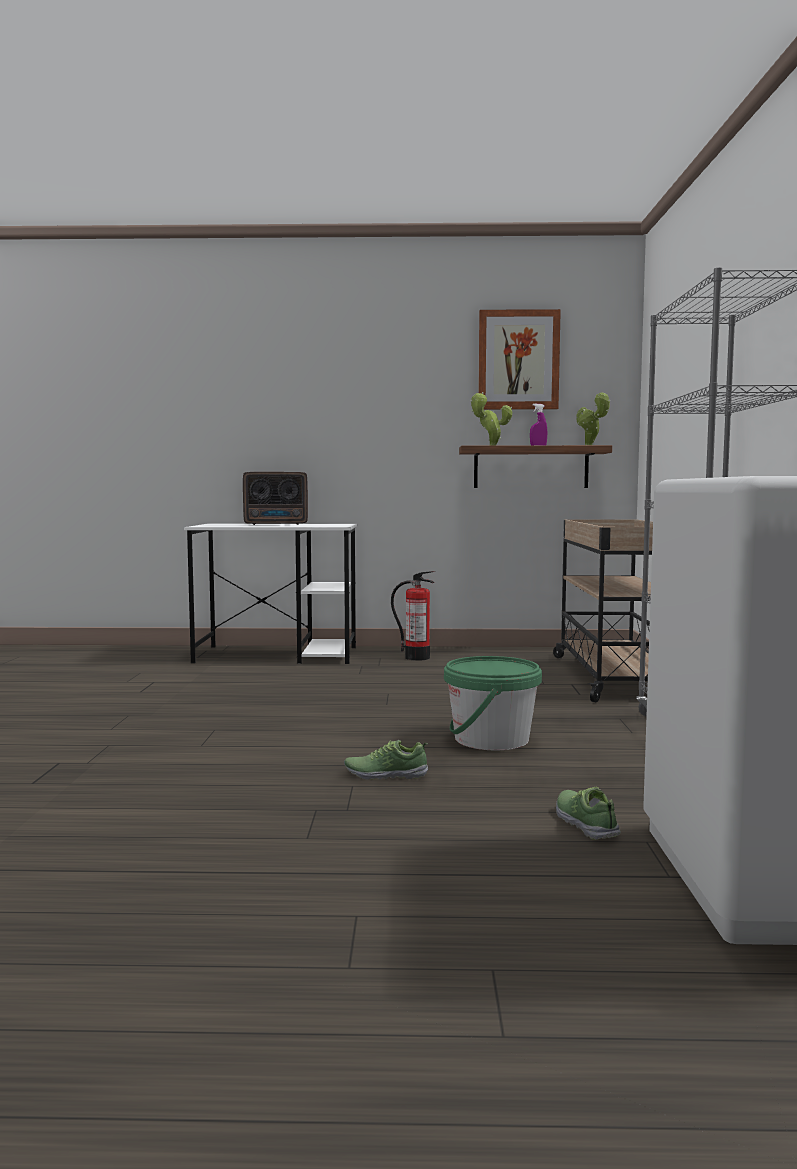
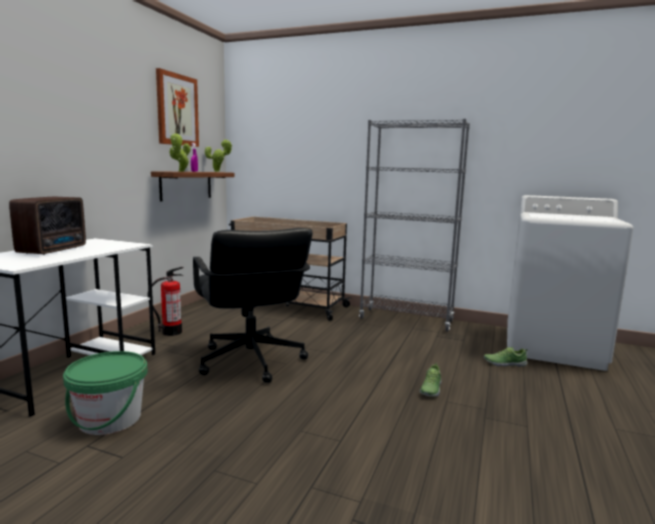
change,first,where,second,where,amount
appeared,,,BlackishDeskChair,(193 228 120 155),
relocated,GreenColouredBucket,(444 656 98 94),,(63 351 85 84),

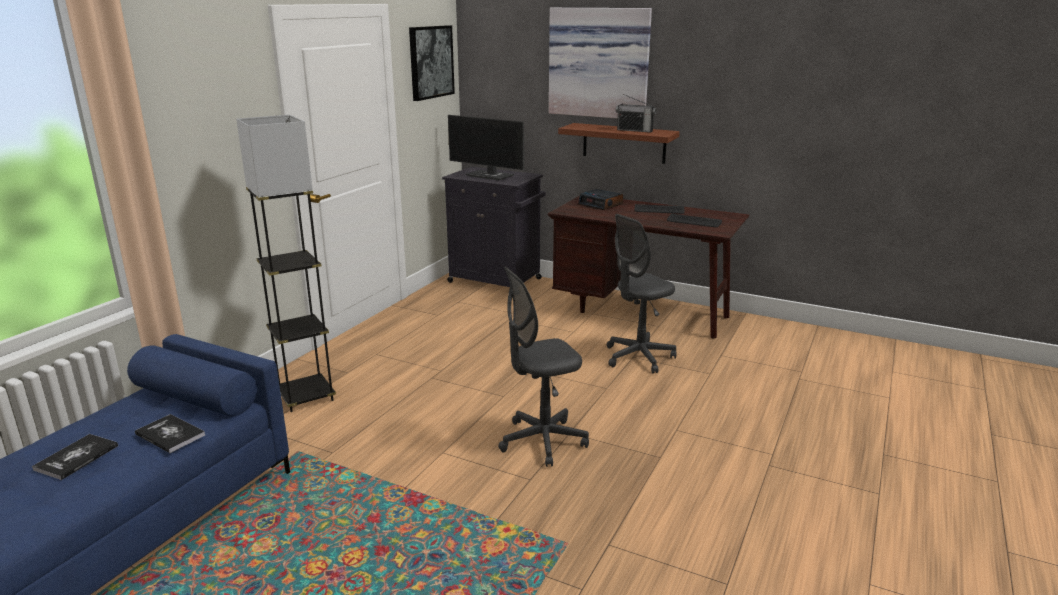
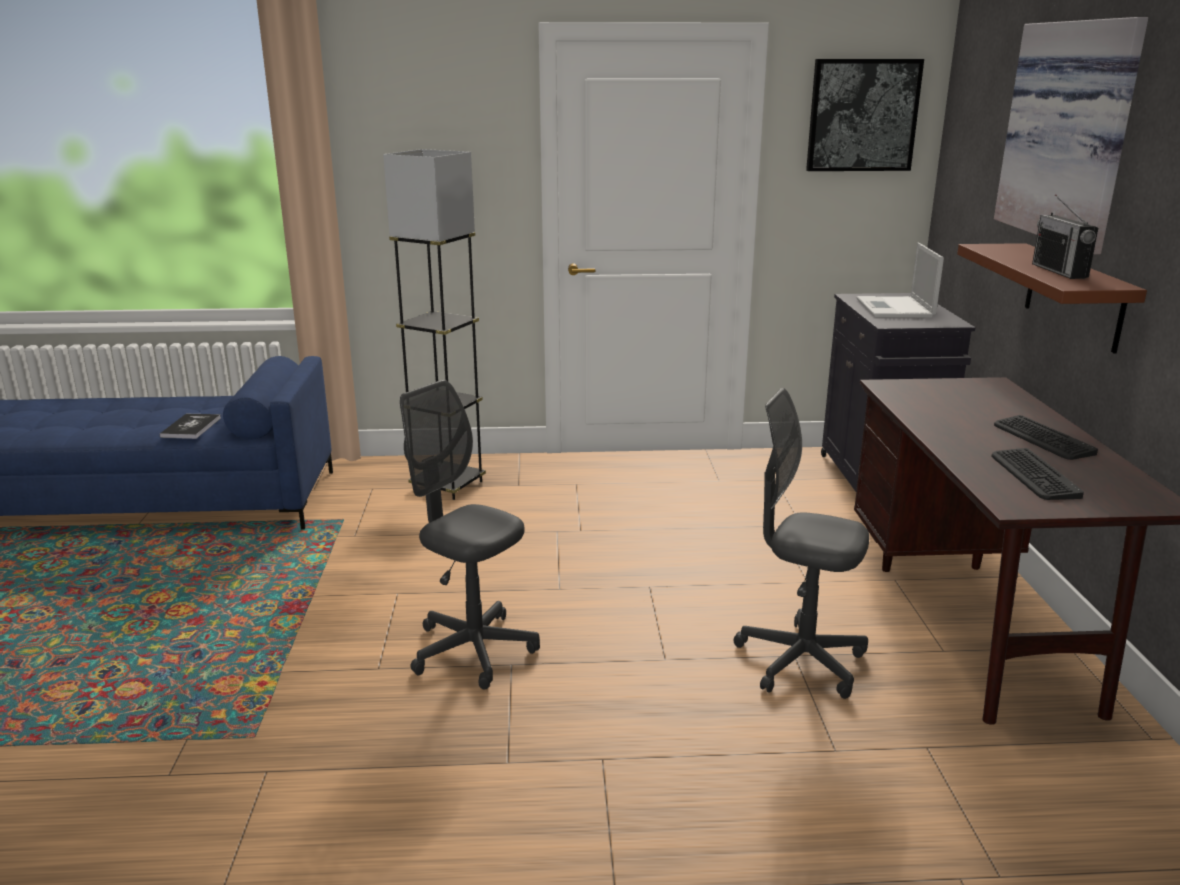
change,first,where,second,where,amount
missing,Volume,(32 434 86 46),,,
missing,BedsideClock,(578 189 45 21),,,
exchanged,ComputerScreen,(448 115 76 66),Laptop,(856 243 88 75),

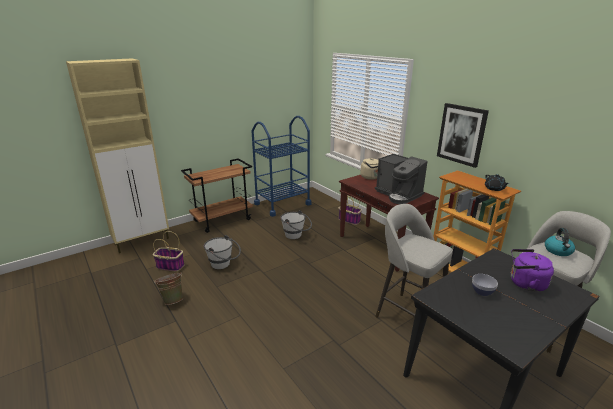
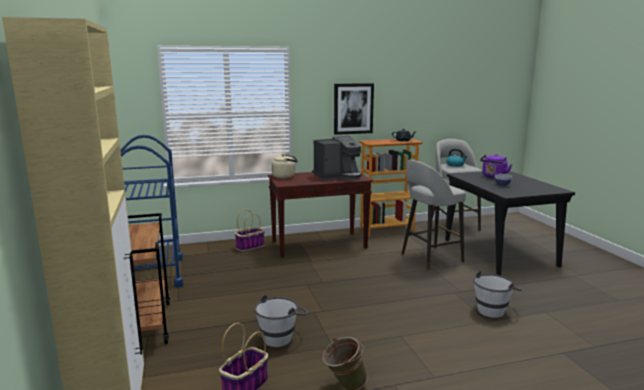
change,first,where,second,where,amount
relocated,WhiteColouredBucket,(280 210 32 29),,(473 271 49 47),

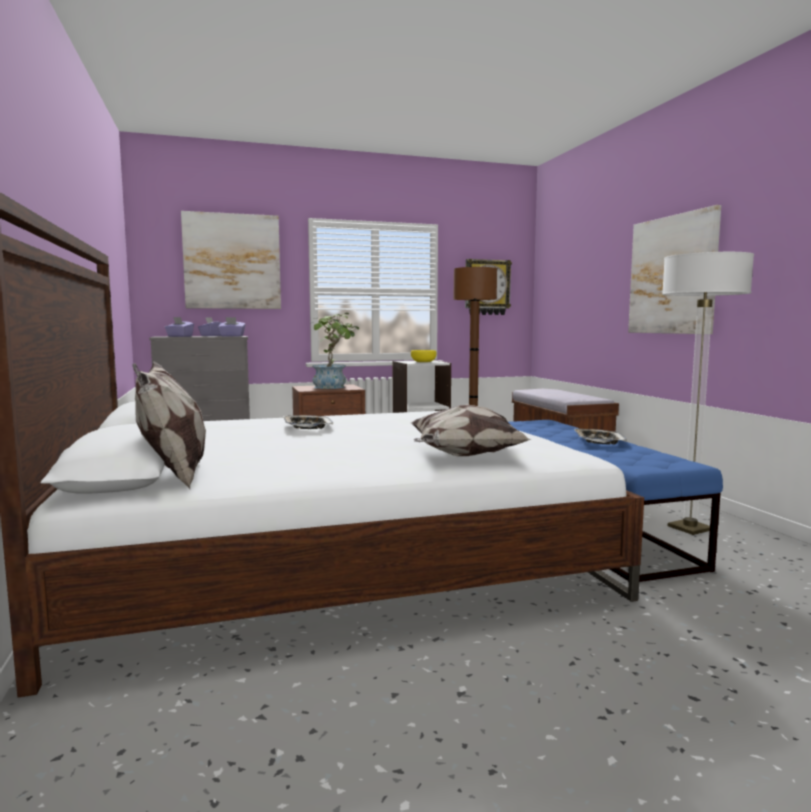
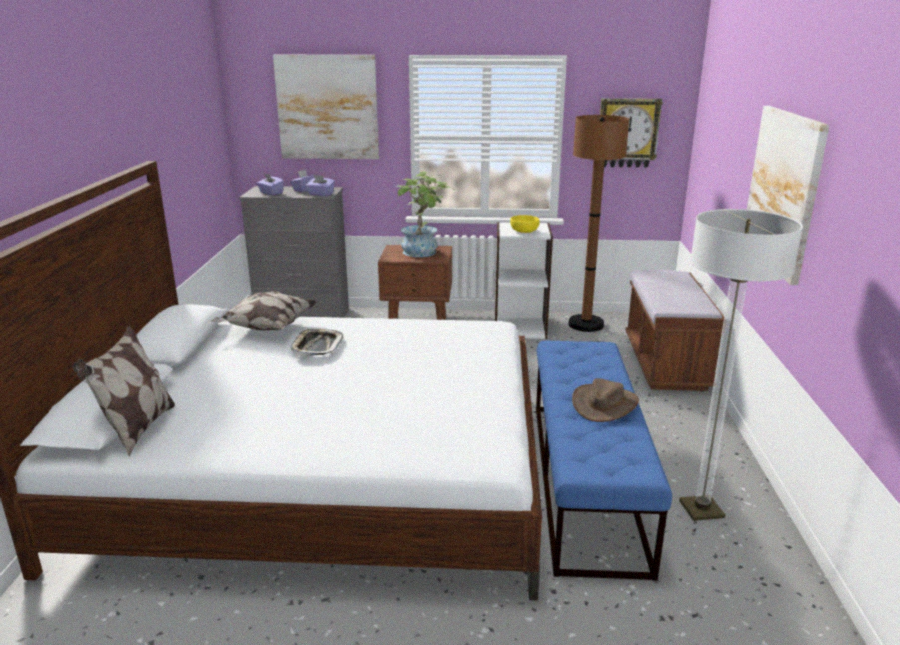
change,first,where,second,where,amount
relocated,Cushion,(411 404 120 52),,(211 291 106 39),
exchanged,Tray,(574 429 53 16),BrownishHat,(572 378 67 44),

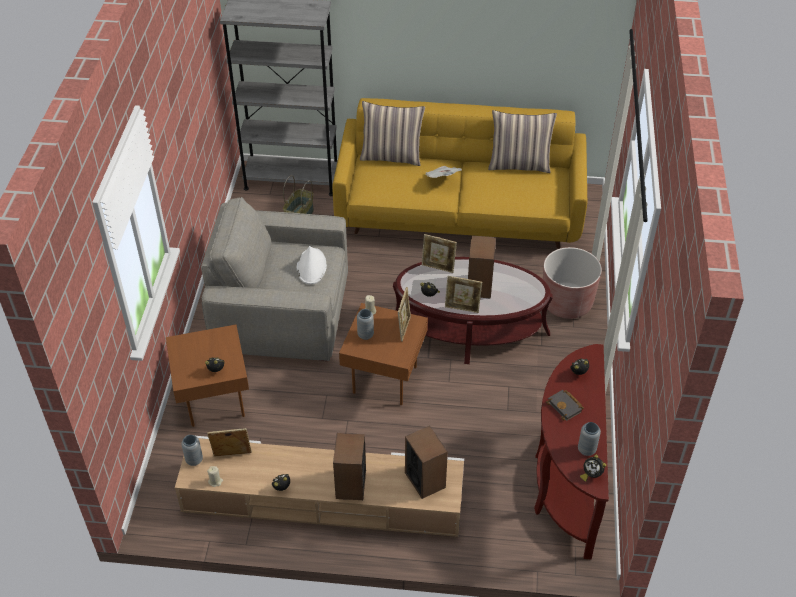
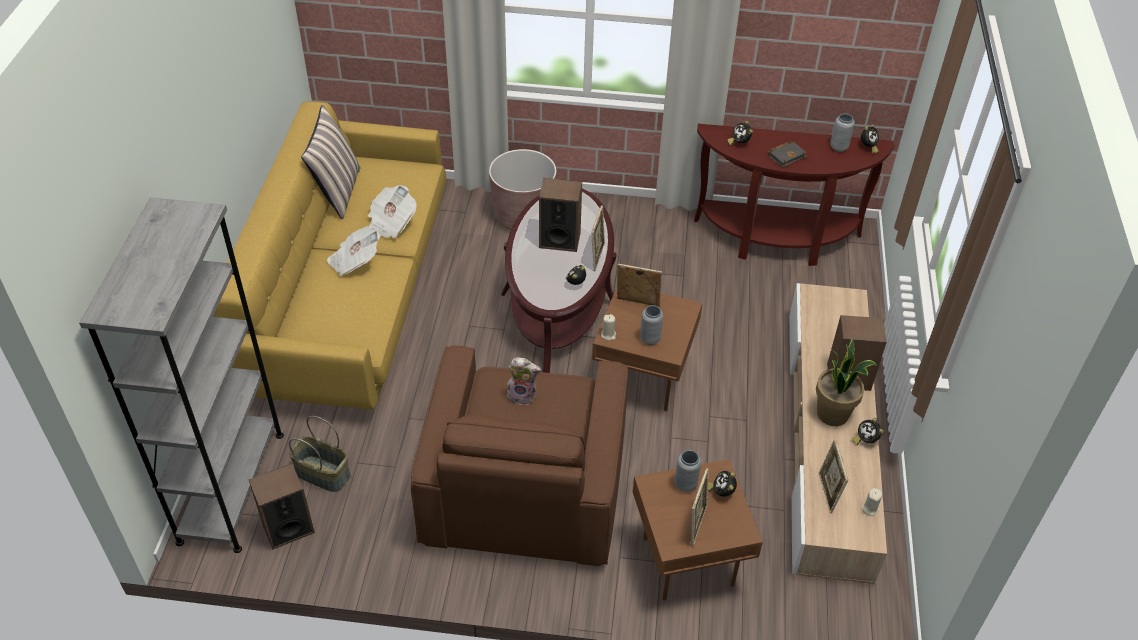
change,first,where,second,where,amount
missing,Cushion,(360 101 65 65),,,
appeared,,,PrintedPaper,(368 185 49 53),
appeared,,,Houseplant,(816 338 61 88),
relocated,GrayDecorativeVase,(181 435 22 31),,(675 450 26 42),
relocated,Speaker,(405 426 43 73),,(249 464 66 86),
relocated,PictureFrame,(422 234 35 39),,(691 468 18 79),
exchanged,WhiteColouredHat,(297 246 30 39),CuddlyToy,(507 357 34 48),
colour,GrayArmchair,(201 197 147 164),BrownishArmchair,(411 345 217 221),

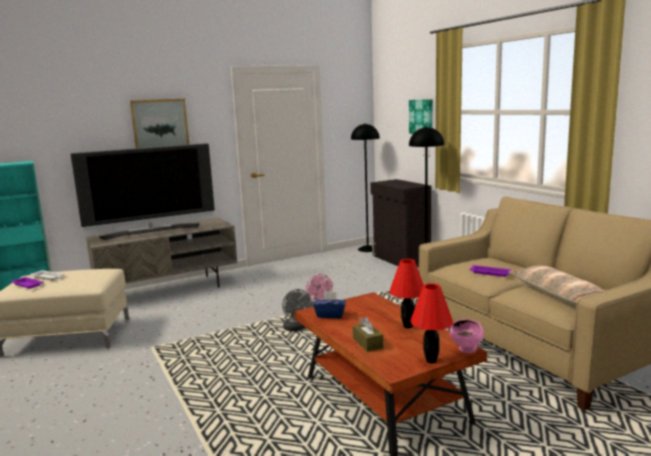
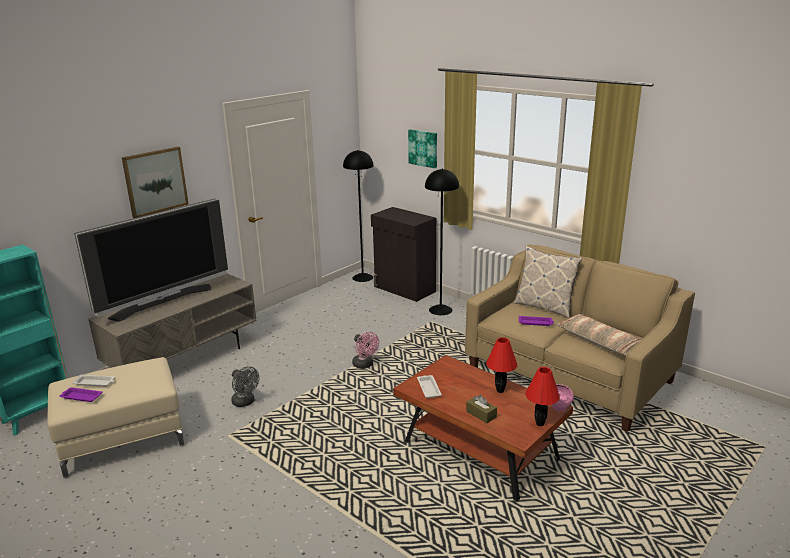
change,first,where,second,where,amount
appeared,,,Cushion,(513 246 69 72),
relocated,GrayFan,(282 289 29 42),,(231 366 28 41),
exchanged,BluishTissueBox,(313 292 33 27),WhiteColouredTray,(417 375 25 23),

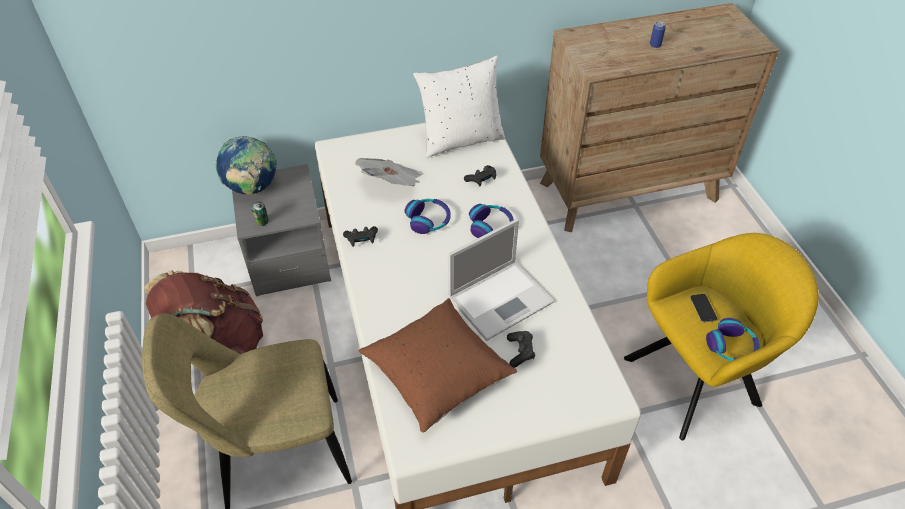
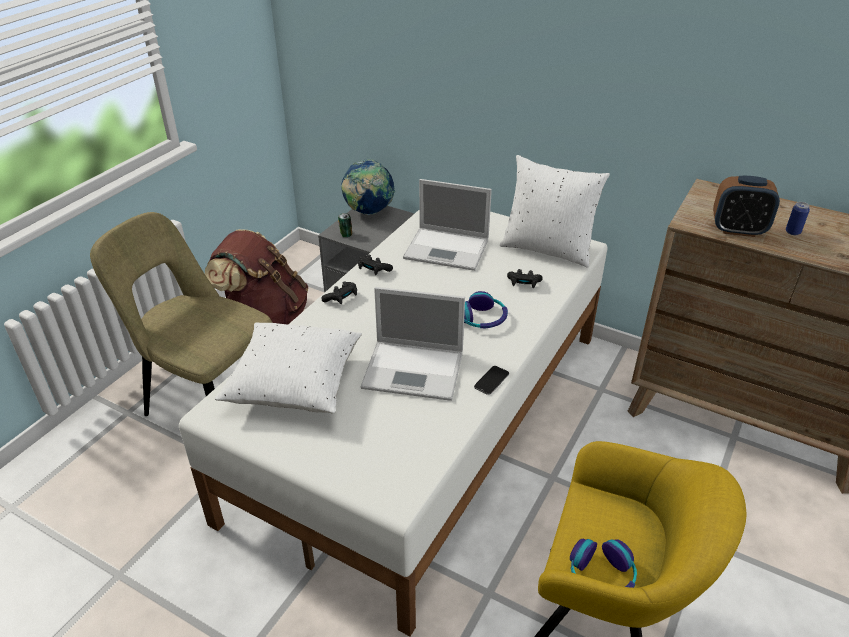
change,first,where,second,where,amount
missing,Headphones,(404 199 47 35),,,
appeared,,,BedsideClock,(713 176 67 61),
relocated,BlackishGameController,(507 331 28 37),,(321 281 36 23),
relocated,Handset,(690 294 27 29),,(474 366 35 29),
exchanged,PrintedPaper,(355 158 68 28),Laptop,(403 179 89 92),
colour,BrownishCushion,(359 298 158 135),WhiteColouredCushion,(215 322 147 92),

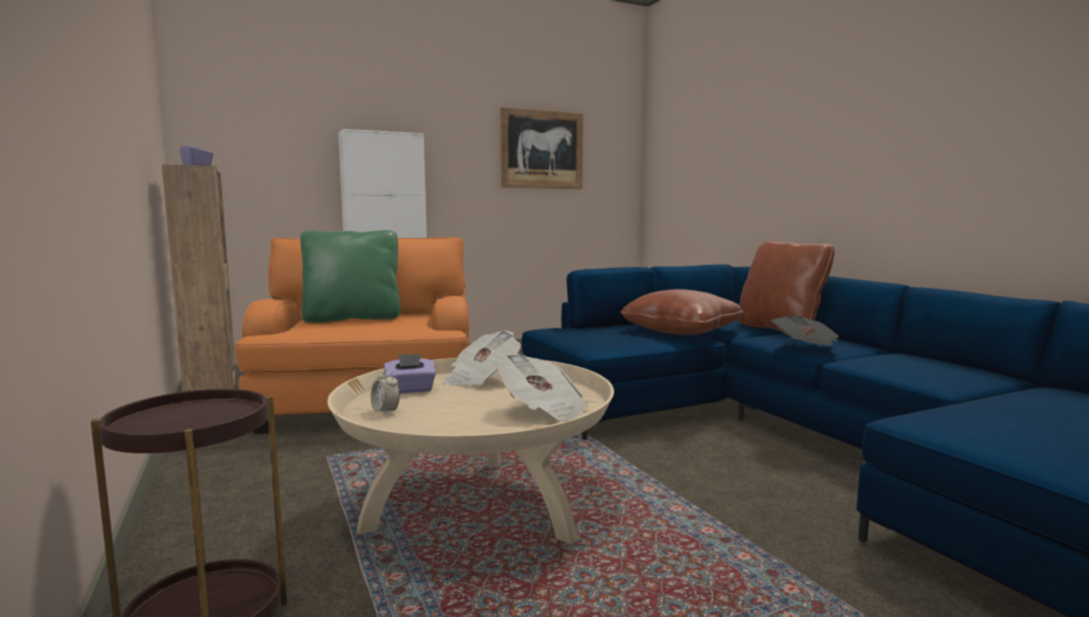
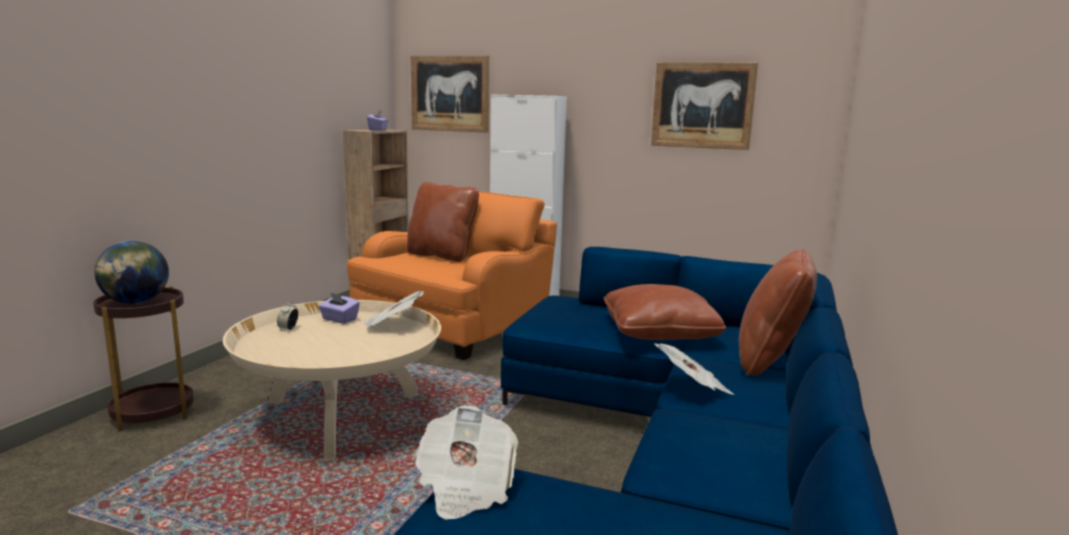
change,first,where,second,where,amount
appeared,,,DeskGlobe,(95 241 74 63),
appeared,,,WallPicture,(411 56 78 77),
relocated,PrintedPaper,(498 353 91 69),,(414 406 104 114),
colour,GreenColouredCushion,(300 230 101 93),BrownishCushion,(407 182 72 80),

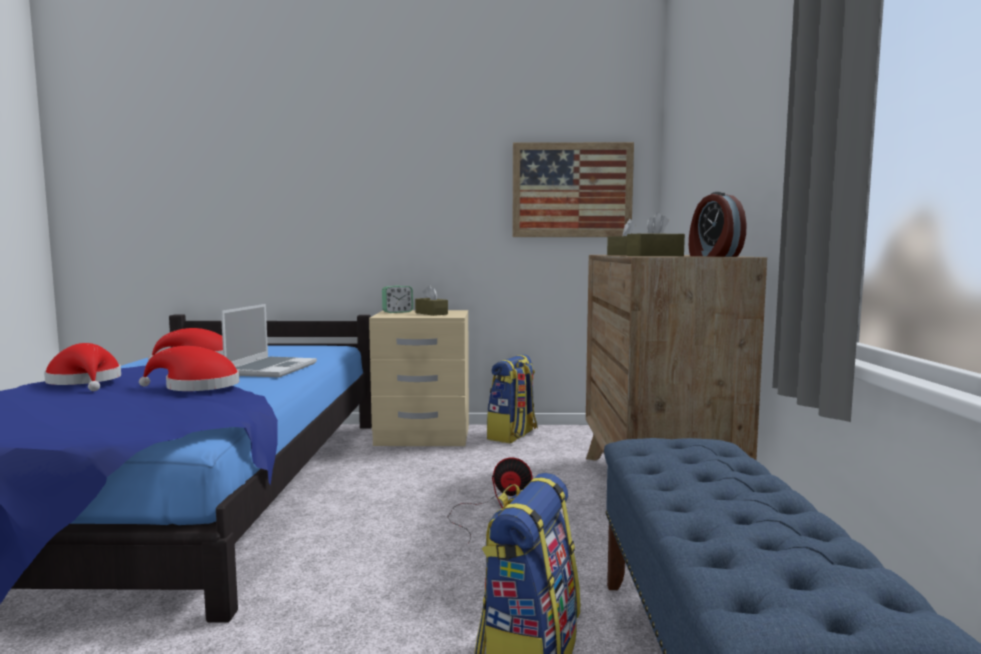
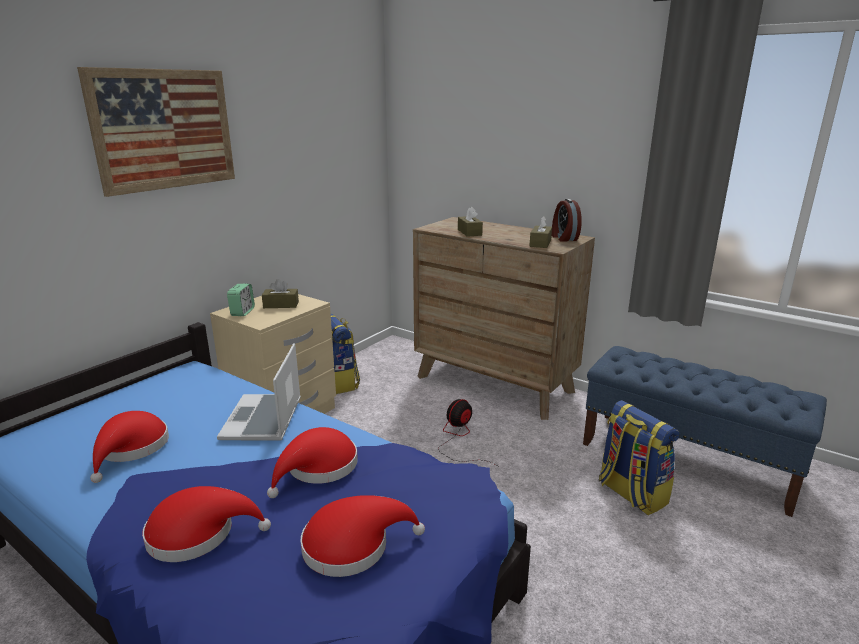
change,first,where,second,where,amount
appeared,,,RedHat,(301 495 124 82),
relocated,WallPicture,(512 142 122 95),,(77 67 158 130),
spun,Laptop,(221 304 96 73),,(217 343 84 98),135 degrees counterclockwise
spun,BedsideClock,(689 192 58 65),,(552 199 30 43),60 degrees clockwise

